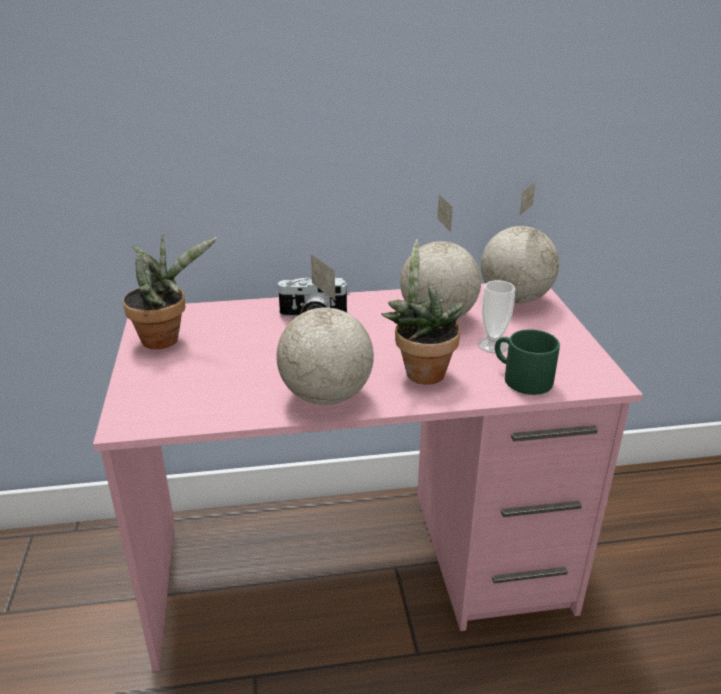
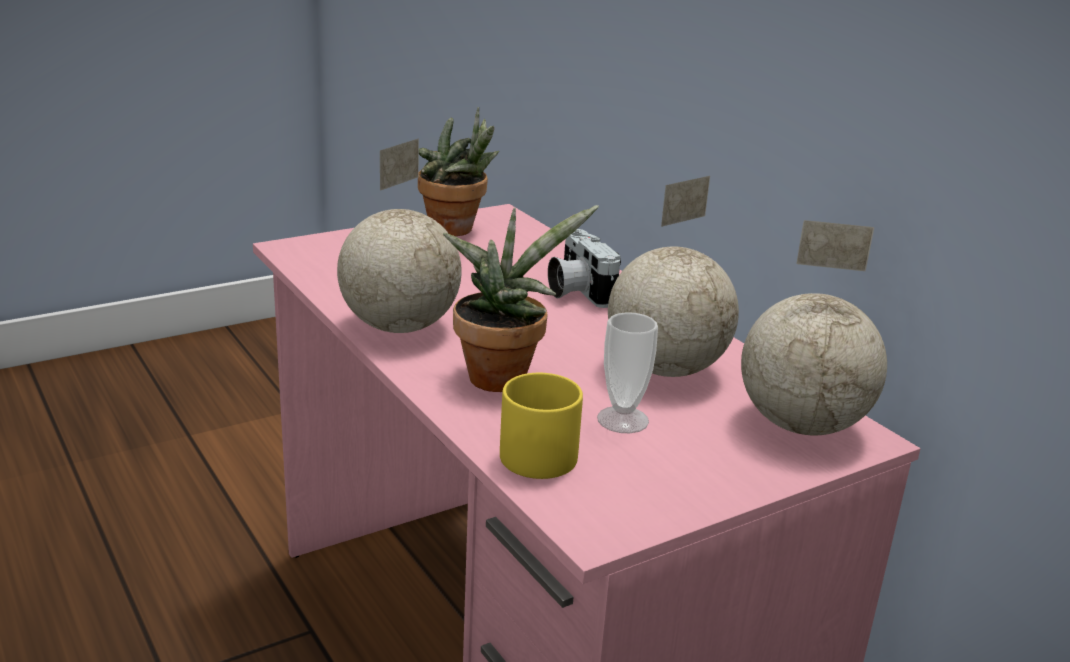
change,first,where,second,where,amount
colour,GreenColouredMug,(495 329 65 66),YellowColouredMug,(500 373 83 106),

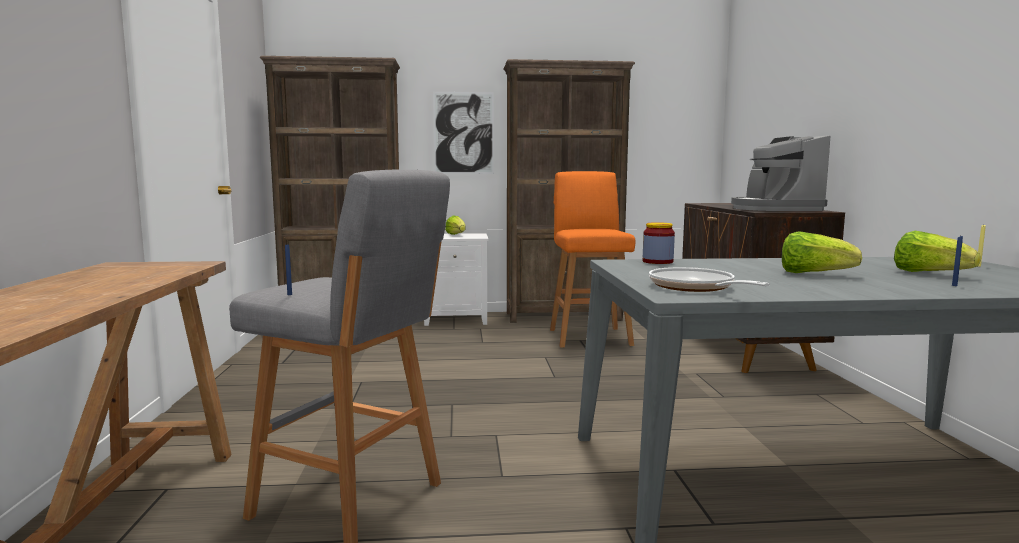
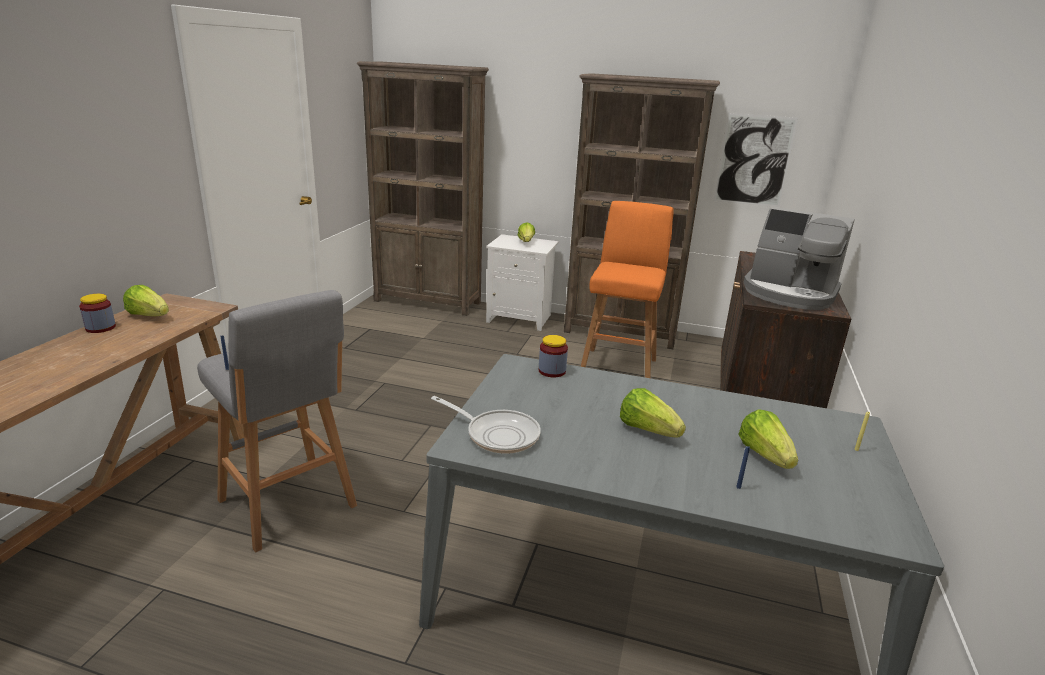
change,first,where,second,where,amount
appeared,,,StorageJar,(79 294 37 39),
appeared,,,LettuceHead,(123 285 46 31),
relocated,WallPicture,(433 92 61 82),,(713 113 85 94),
spun,FryingPan,(649 267 121 25),,(431 396 110 58),120 degrees clockwise
spun,CoffeeMachine,(731 135 99 76),,(743 207 112 103),75 degrees counterclockwise

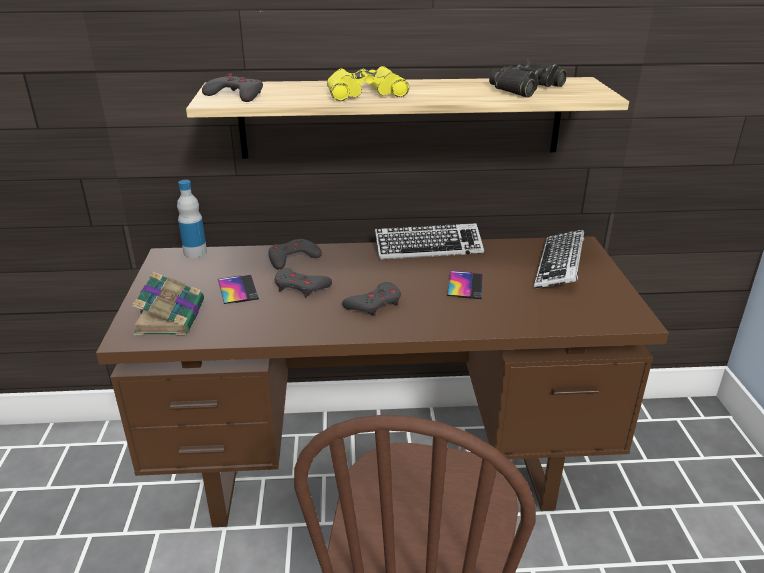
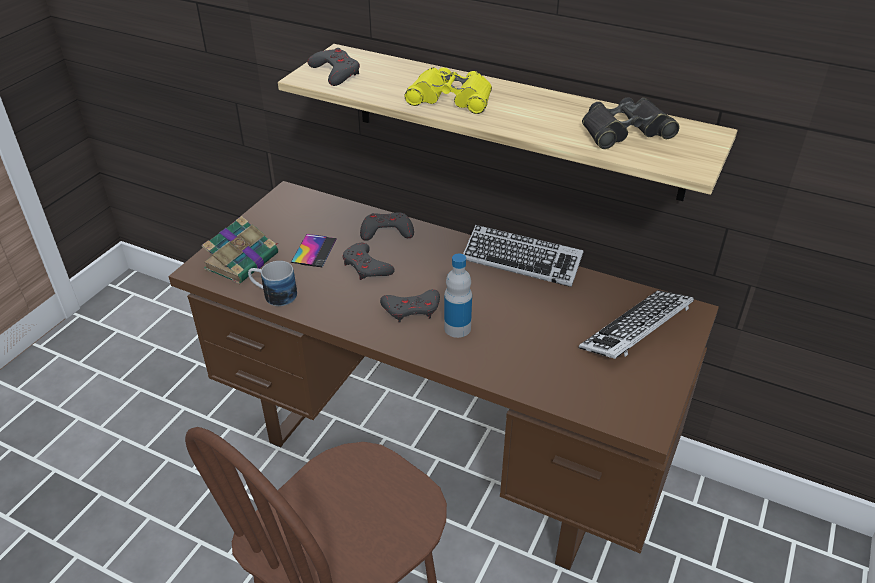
change,first,where,second,where,amount
missing,Handset,(447 271 36 28),,,
appeared,,,Mug,(248 261 49 45),
relocated,BeverageBottle,(177 180 30 78),,(444 254 28 84),

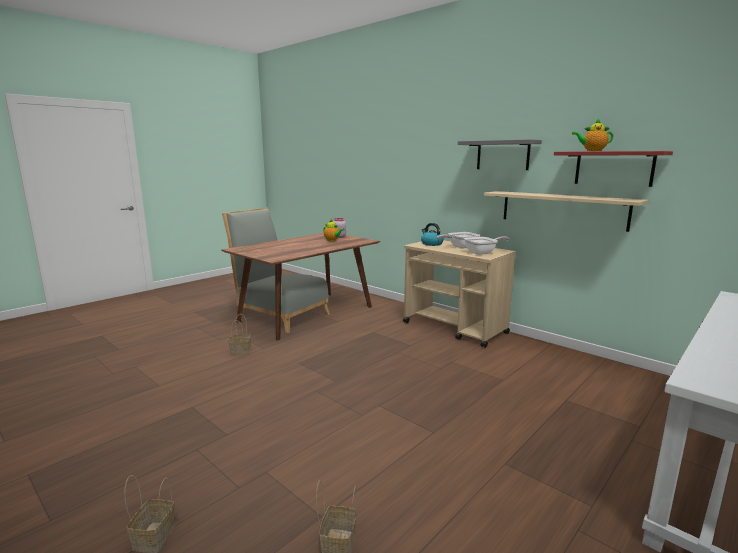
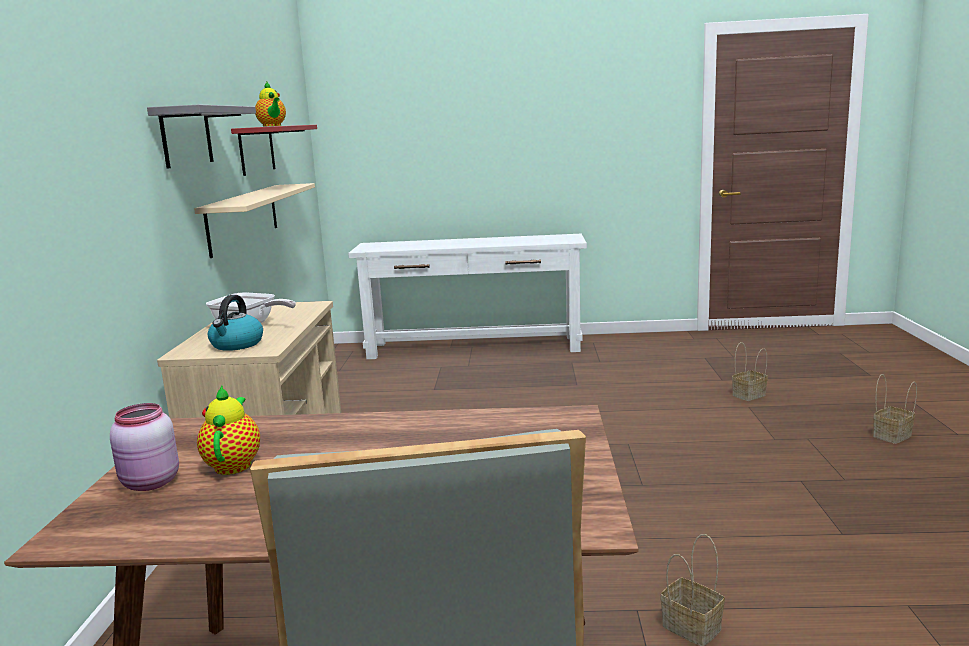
change,first,where,second,where,amount
missing,FryingPan,(464 236 46 19),,,

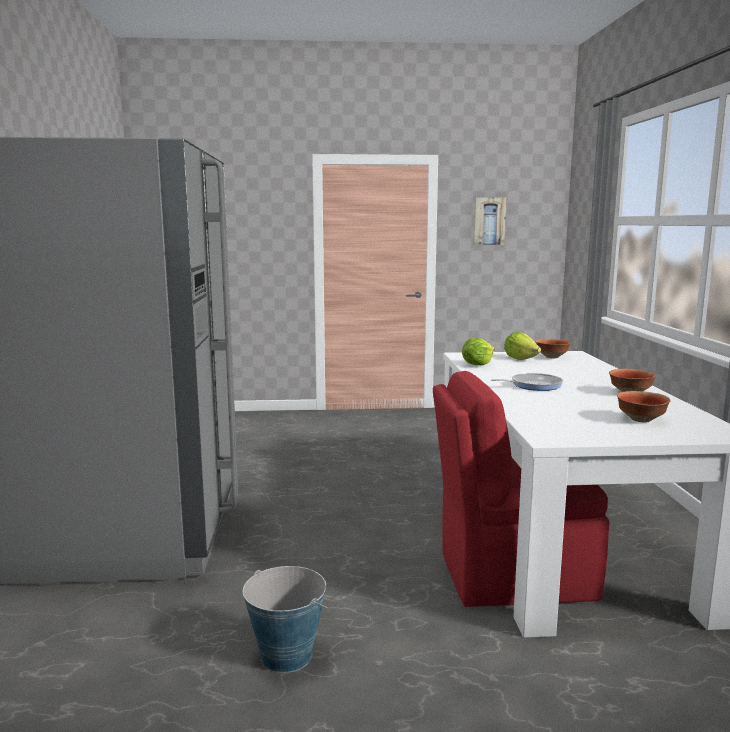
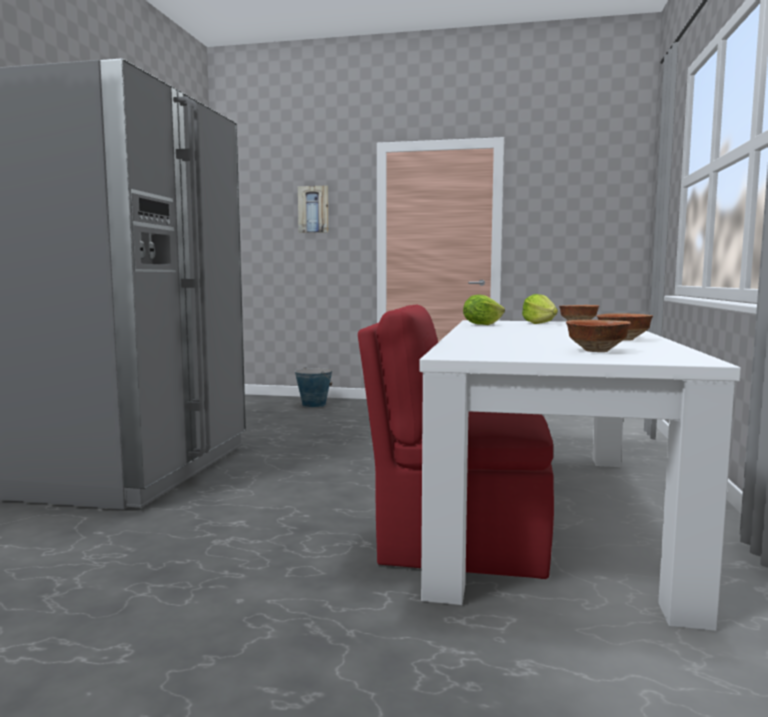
change,first,where,second,where,amount
missing,FryingPan,(491 373 72 18),,,
relocated,Bucket,(243 566 85 107),,(295 367 37 41),
relocated,WallPicture,(473 198 33 47),,(298 186 31 47),

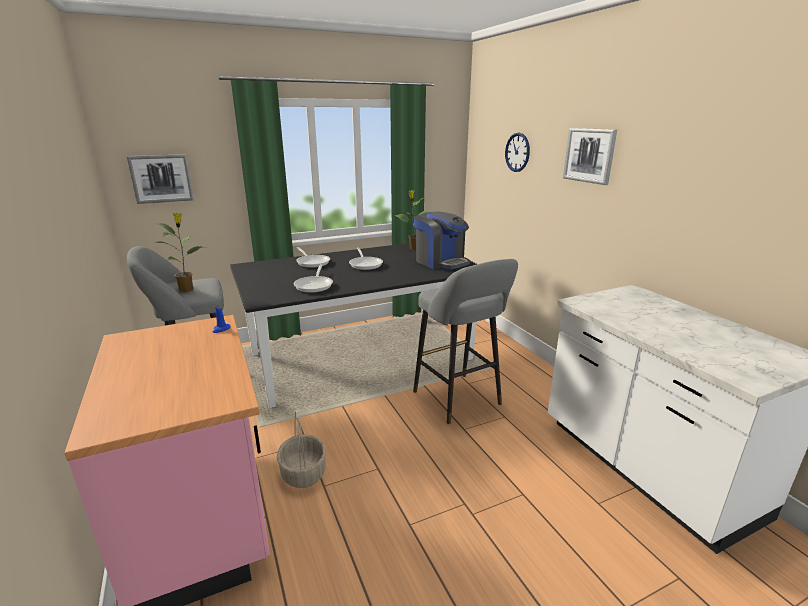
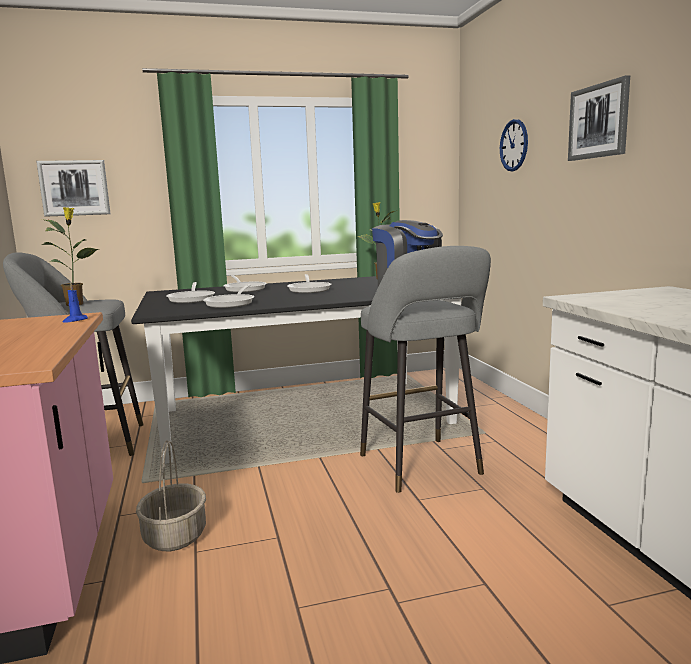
change,first,where,second,where,amount
appeared,,,FryingPan,(166 282 49 21),

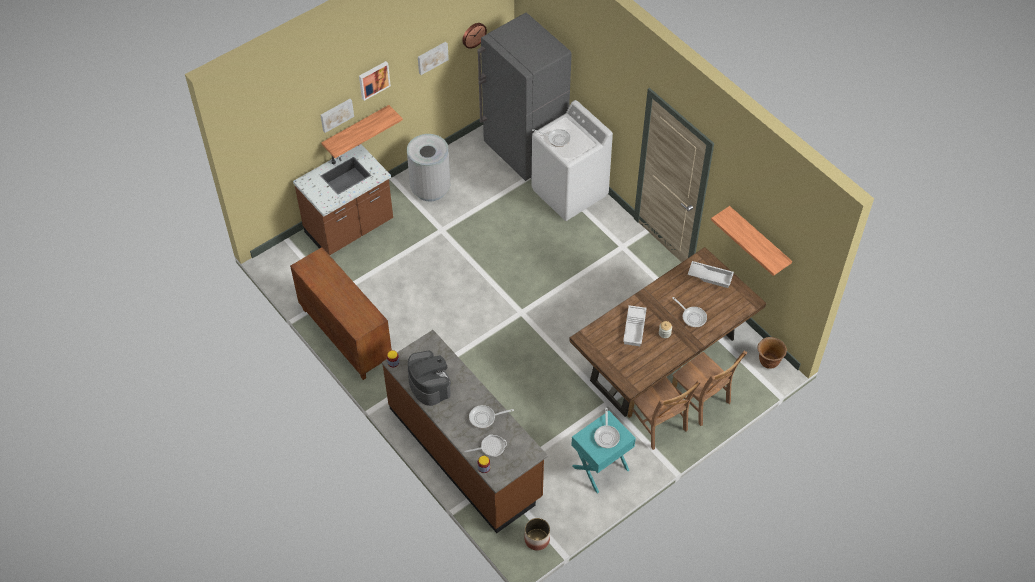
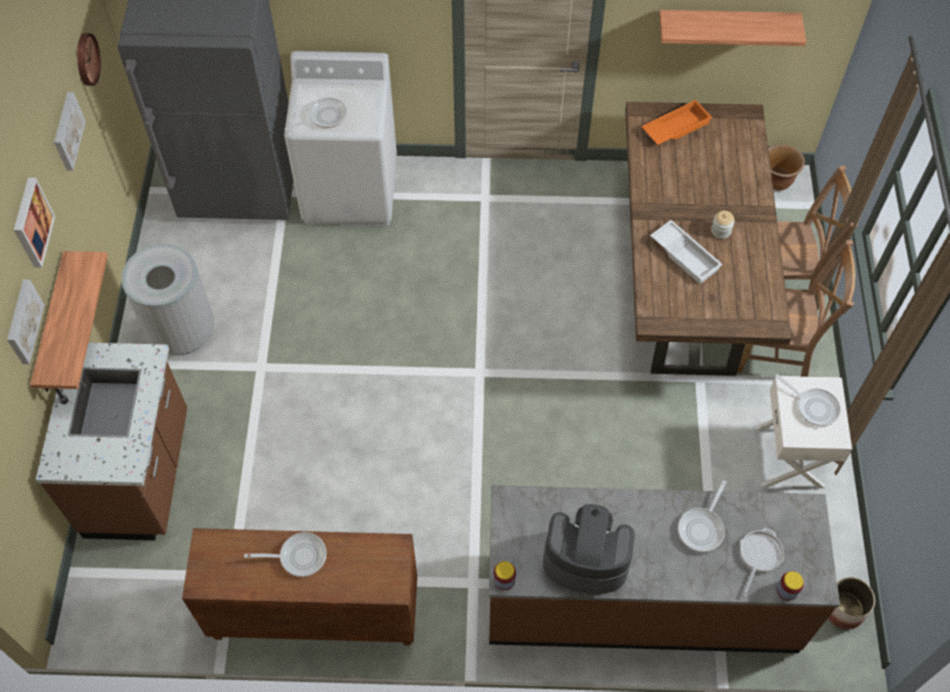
change,first,where,second,where,amount
relocated,FryingPan,(672 297 35 30),,(244 532 83 45),
colour,TurquoiseColouredNightTable,(571 411 65 83),WhiteColouredNightTable,(756 376 96 112),
colour,WhiteColouredTray,(688 261 46 27),OrangeyTray,(641 100 71 45),

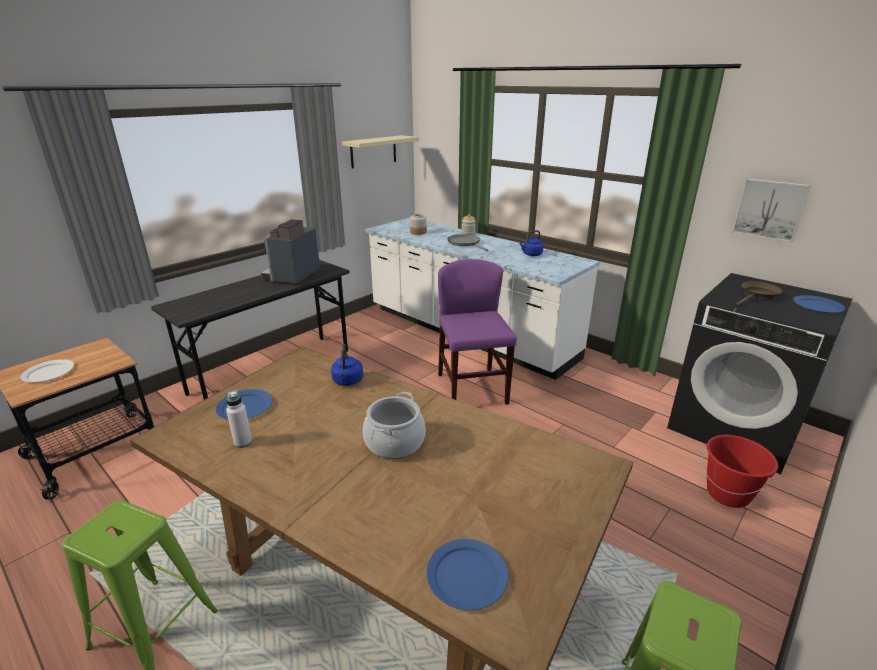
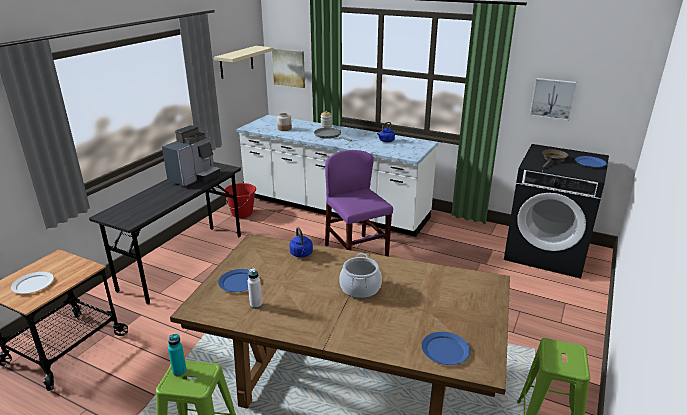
change,first,where,second,where,amount
appeared,,,TurquoiseColouredBeverageBottle,(168 334 19 42),
appeared,,,WallPicture,(272 48 33 40),
relocated,RedBucket,(702 435 76 73),,(224 183 32 35),
spun,CoffeeMachine,(261 219 59 65),,(162 125 59 61),150 degrees counterclockwise

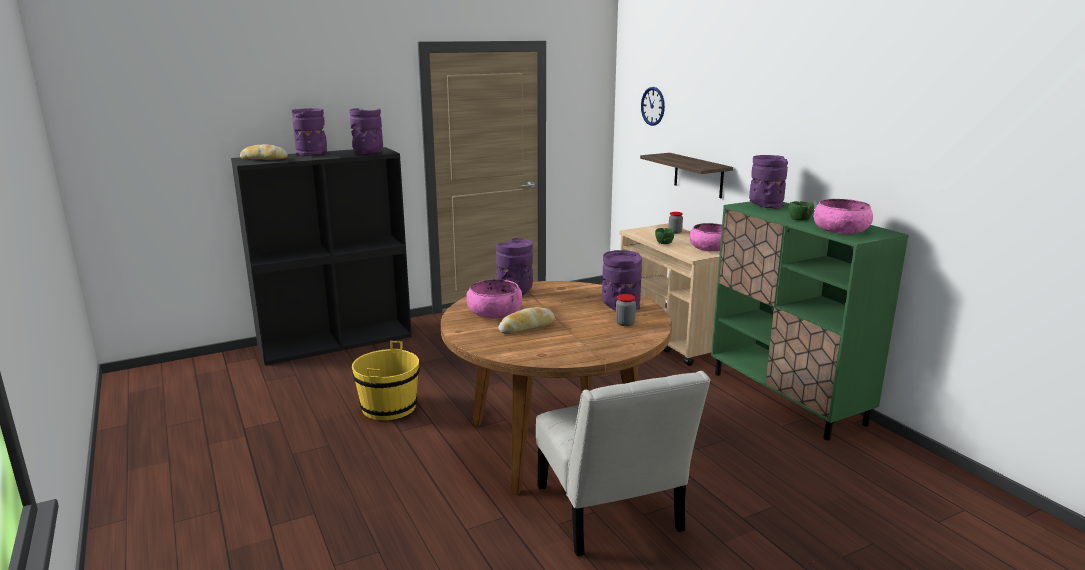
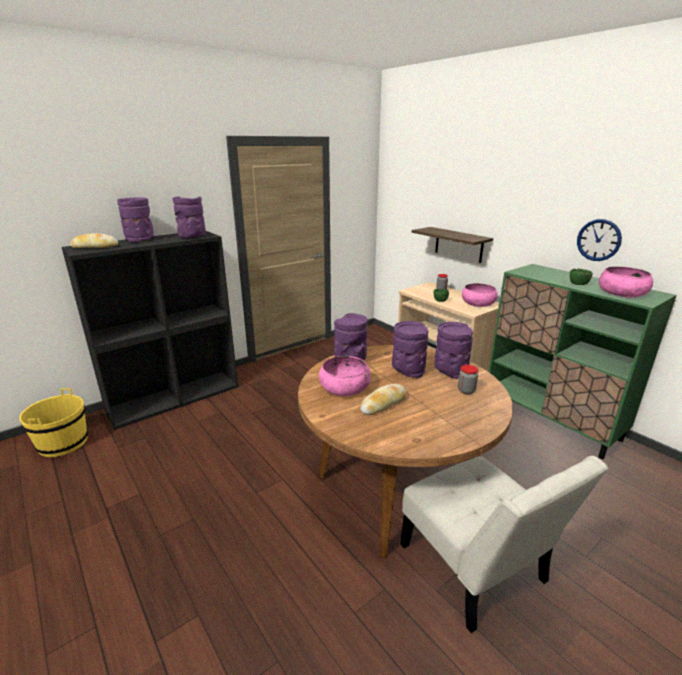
change,first,where,second,where,amount
relocated,YellowColouredBucket,(352 341 68 79),,(19 388 69 69),
relocated,HangingClock,(641 87 24 39),,(577 219 45 42),
relocated,PurpleColouredDecorativeVase,(749 155 39 54),,(392 321 36 57),

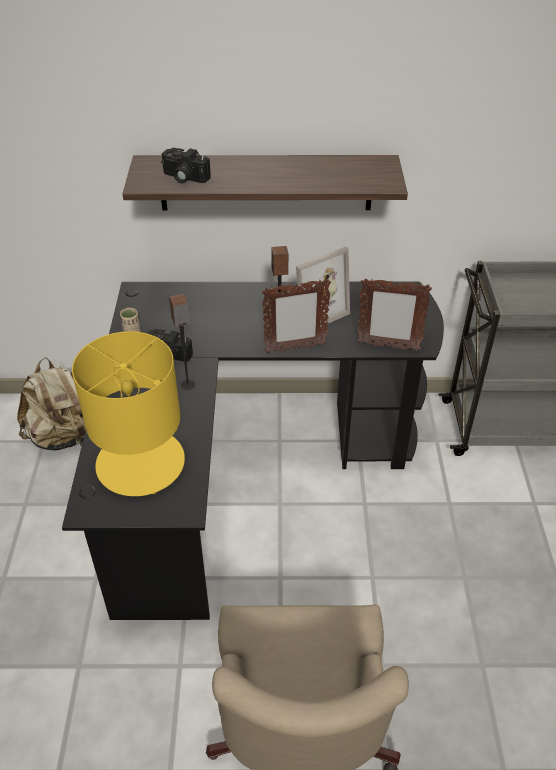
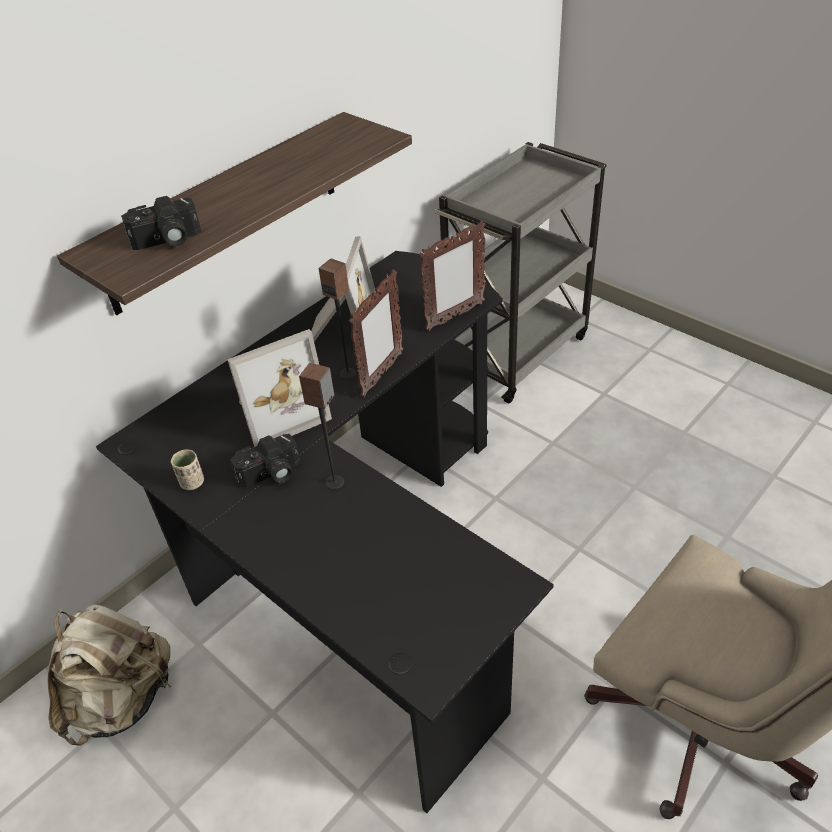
change,first,where,second,where,amount
missing,YellowColouredTableLamp,(72 331 113 165),,,
appeared,,,PictureFrame,(227 329 105 118),

